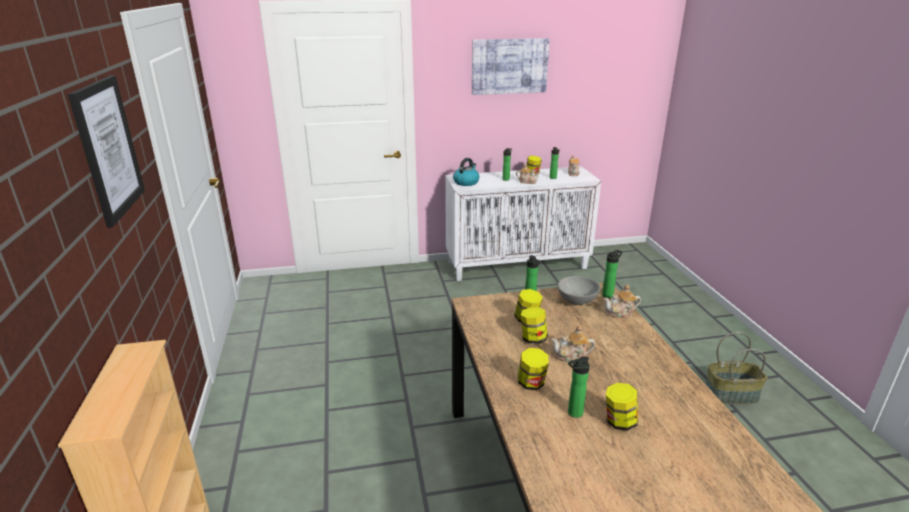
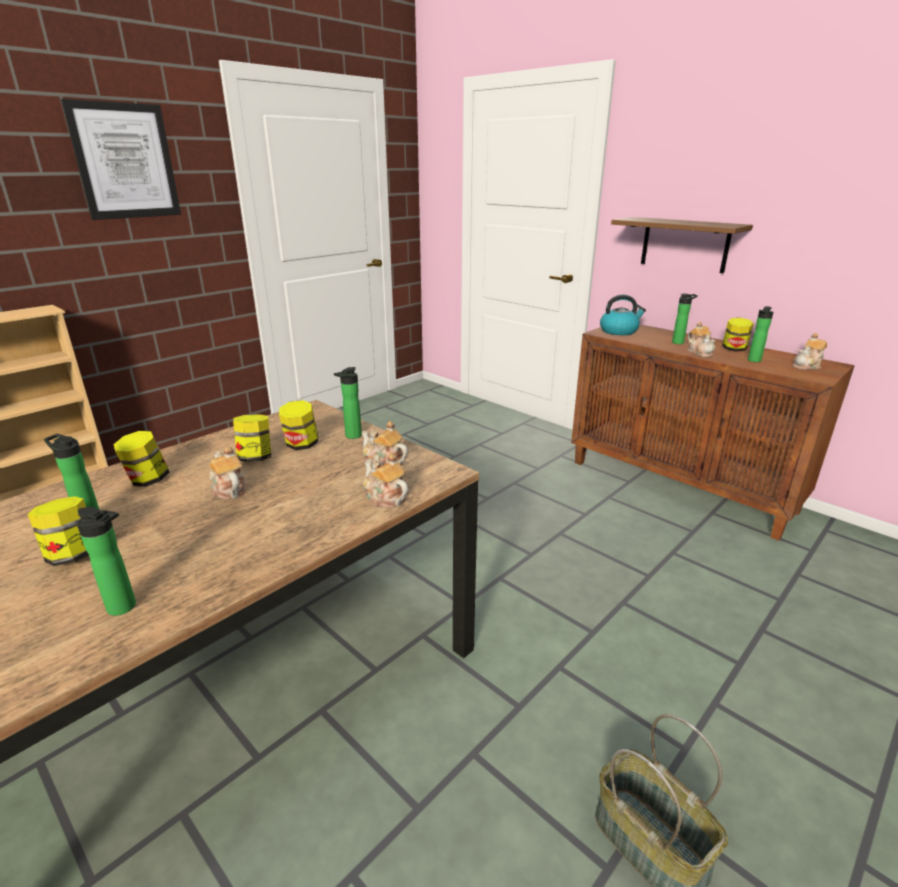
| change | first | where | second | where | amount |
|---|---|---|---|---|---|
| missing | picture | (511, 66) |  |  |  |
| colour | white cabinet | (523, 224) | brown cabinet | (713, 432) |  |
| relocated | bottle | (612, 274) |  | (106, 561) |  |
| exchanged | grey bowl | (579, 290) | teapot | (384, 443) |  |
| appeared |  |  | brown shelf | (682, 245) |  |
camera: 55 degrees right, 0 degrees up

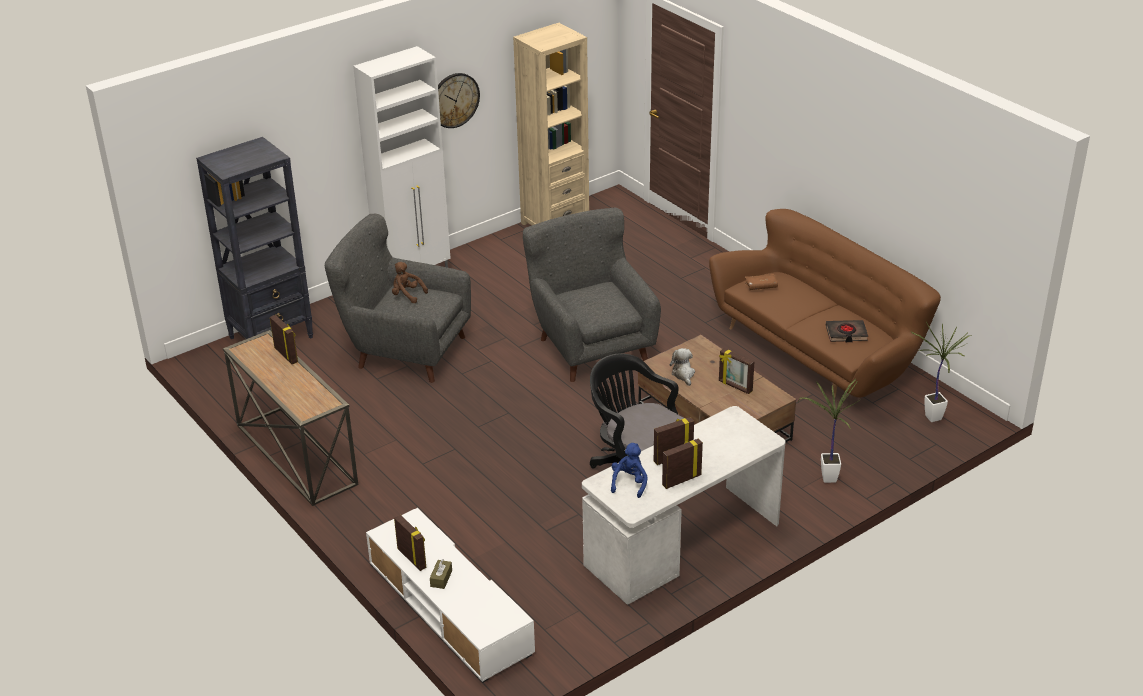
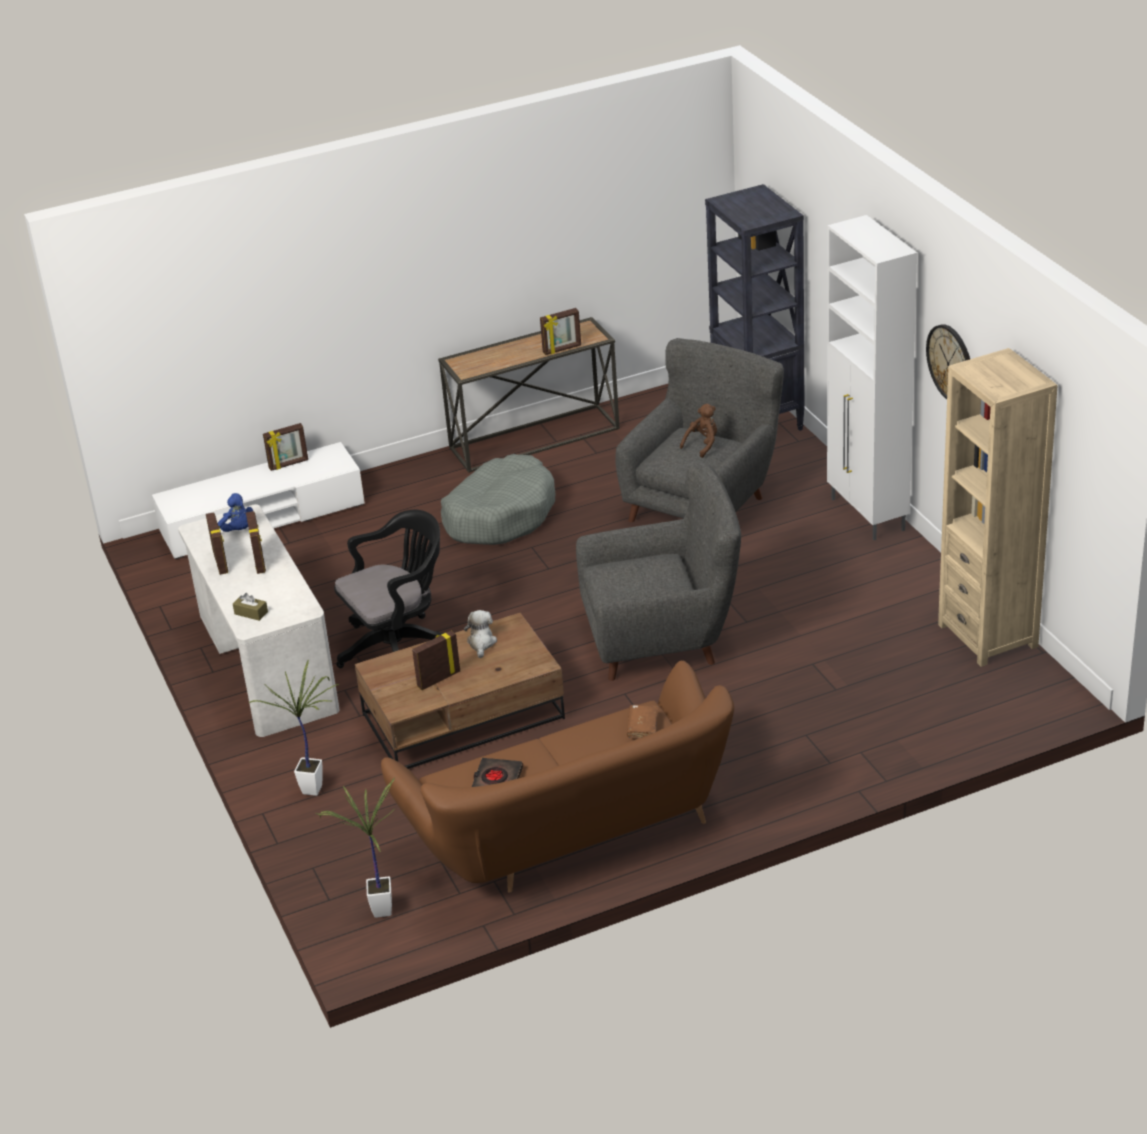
| change | first | where | second | where | amount |
|---|---|---|---|---|---|
| spun | plush toy | (682, 367) |  | (480, 634) | 90 degrees counterclockwise |
| relocated | brown tissue box | (441, 574) |  | (250, 607) |  |
| appeared |  |  | grey dog bed | (498, 499) |  |
camera: 105 degrees right, 0 degrees up

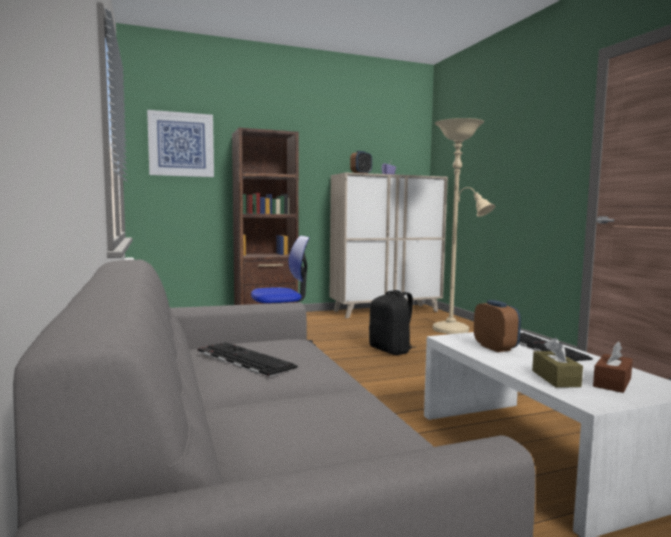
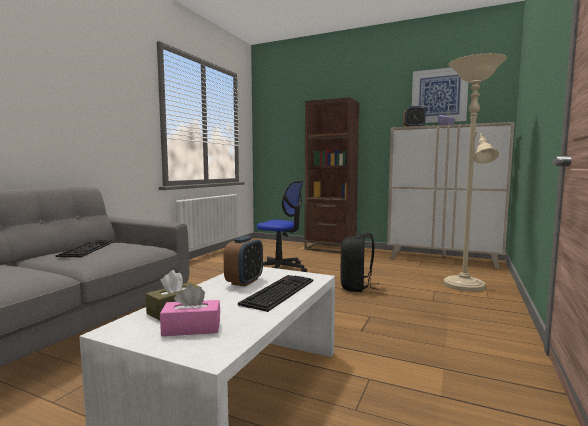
| change | first | where | second | where | amount |
|---|---|---|---|---|---|
| relocated | picture | (180, 143) |  | (440, 95) |  |
| colour | brown tissue box | (613, 367) | pink tissue box | (190, 310) |  |
camera: 45 degrees right, 0 degrees up

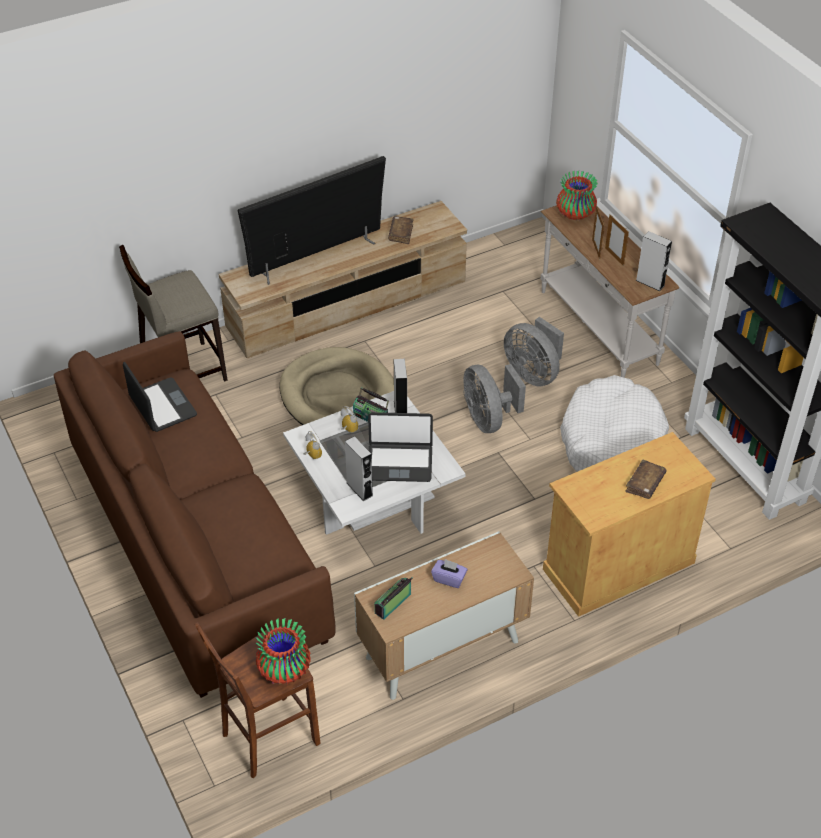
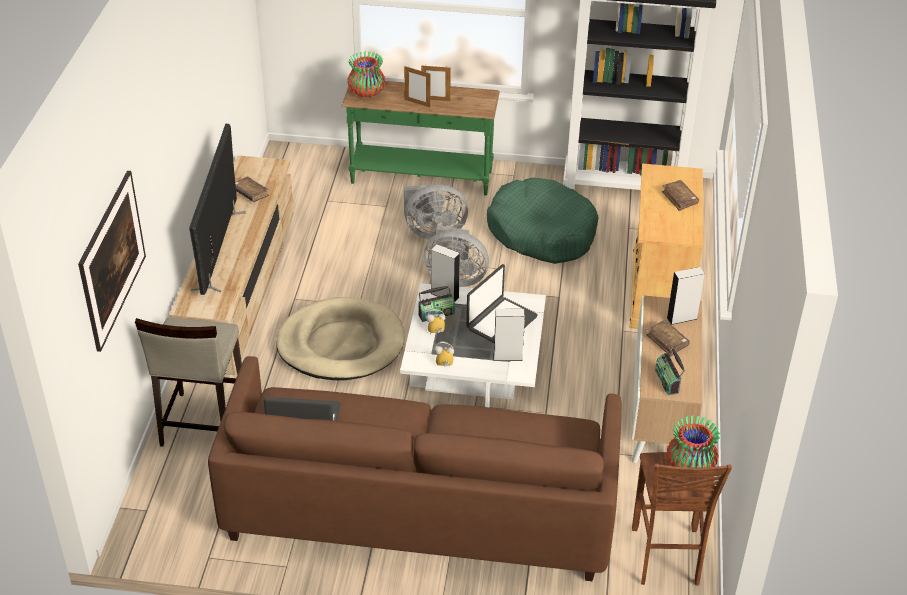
| change | first | where | second | where | amount |
|---|---|---|---|---|---|
| colour | white console table | (609, 291) | green console table | (420, 138) |  |
| relocated | grey speaker | (654, 261) |  | (685, 296) |  |
| colour | white dog bed | (614, 423) | green dog bed | (543, 221) |  |
| exchanged | purple tissue box | (449, 573) | brown book | (668, 338) |  |
| appeared |  |  | picture | (112, 261) |  |
camera: 55 degrees left, 5 degrees down

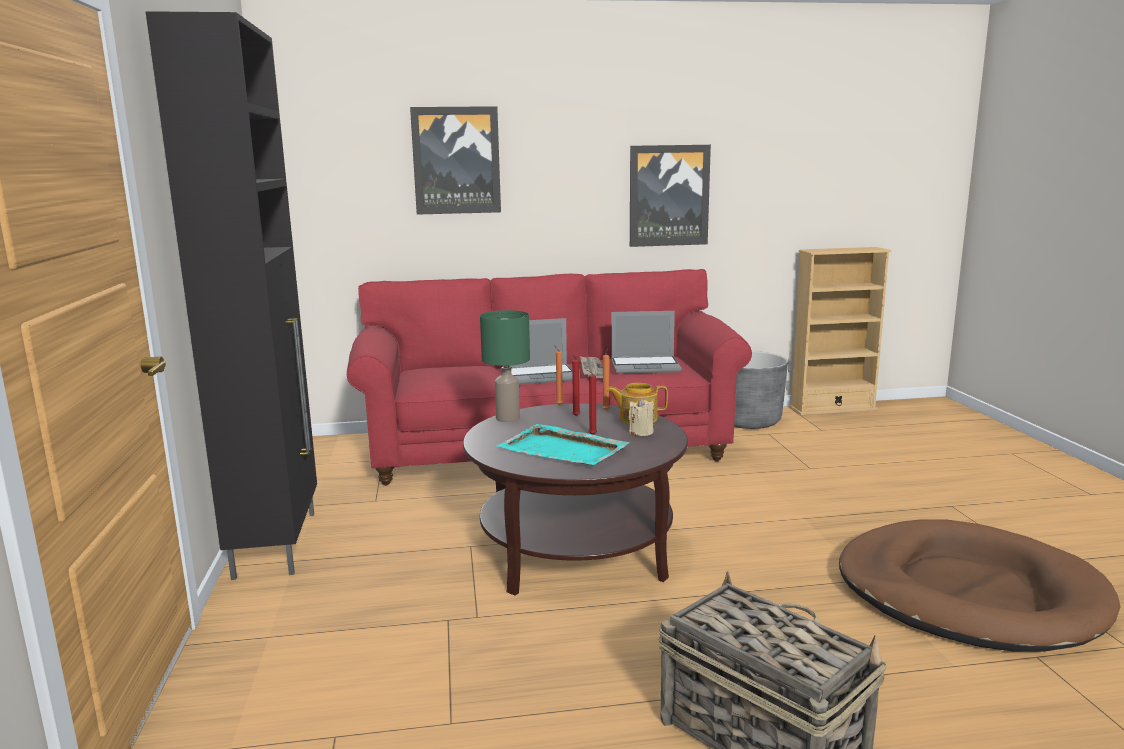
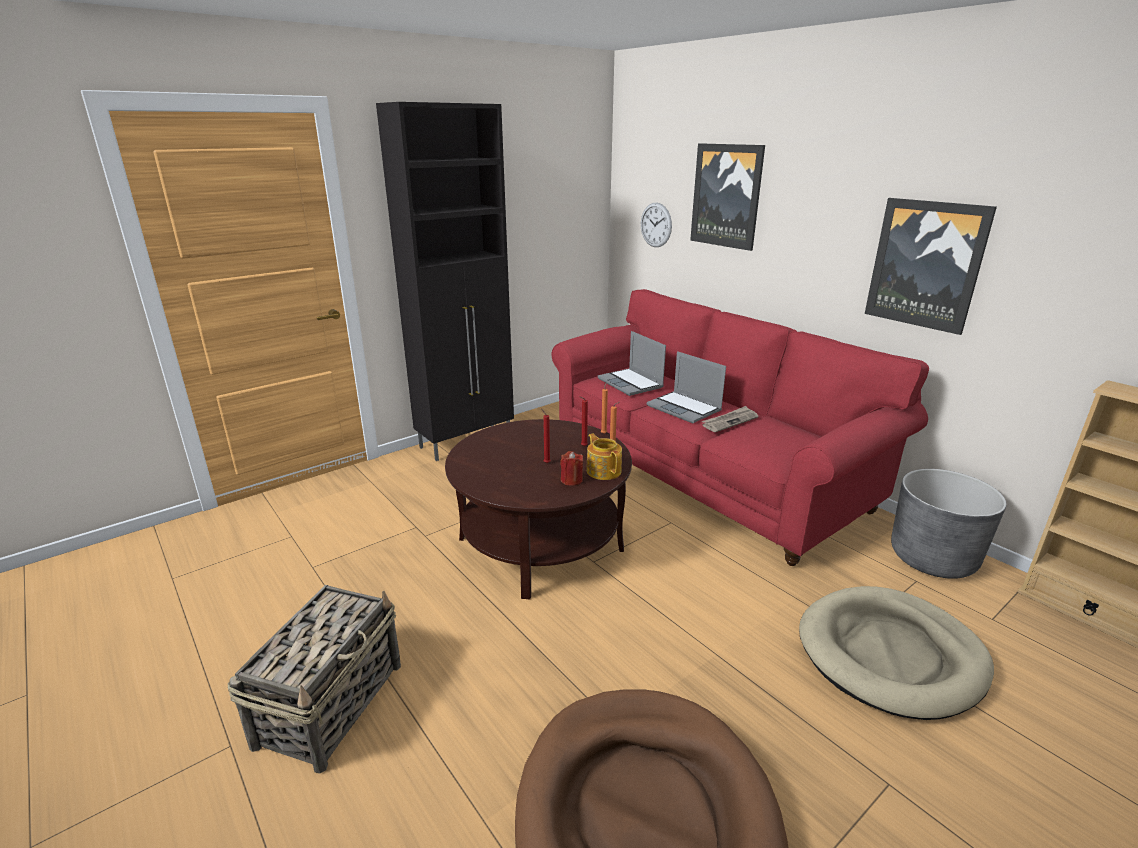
| change | first | where | second | where | amount |
|---|---|---|---|---|---|
| missing | green table lamp | (505, 366) |  |  |  |
| relocated | laptop | (646, 342) |  | (632, 363) |  |
| colour | beige candle | (641, 416) | red candle | (571, 468) |  |
| missing | turquoise tray | (563, 444) |  |  |  |
| appeared |  |  | wall clock | (656, 225) |  |
| appeared |  |  | beige dog bed | (896, 653) |  |
camera: 60 degrees right, 10 degrees up

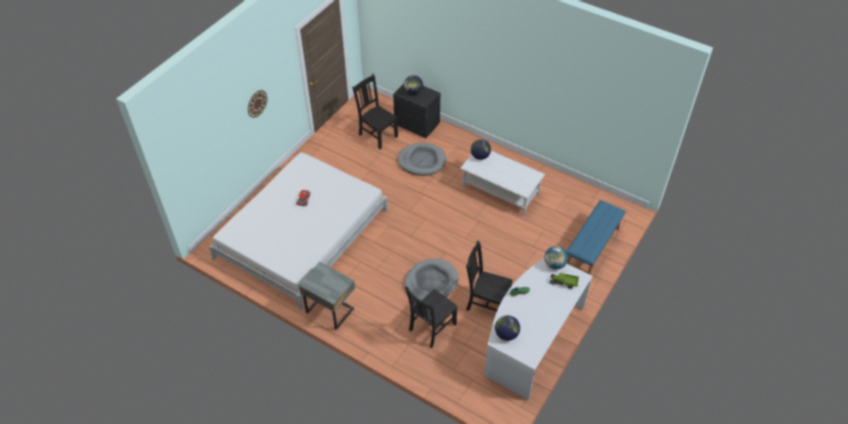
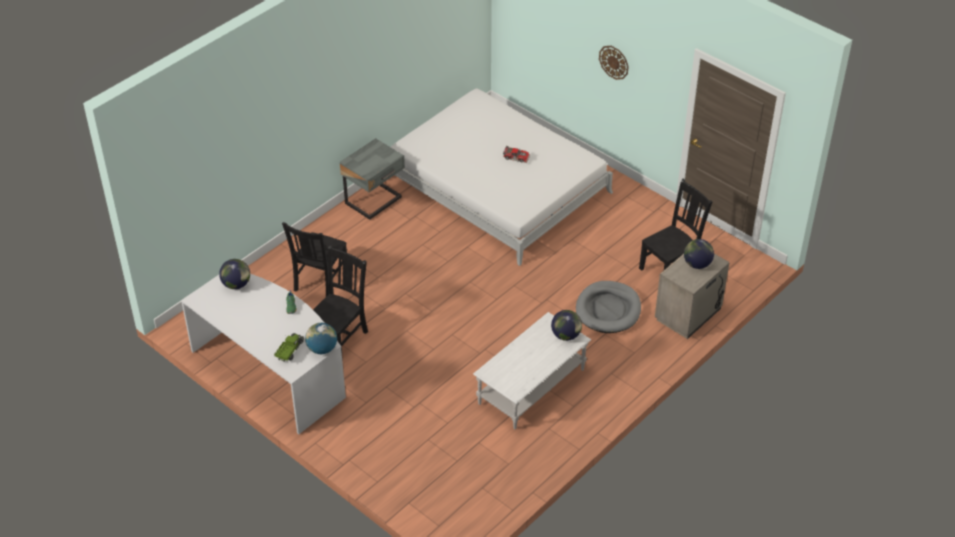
| change | first | where | second | where | amount |
|---|---|---|---|---|---|
| colour | black nightstand | (416, 111) | beige nightstand | (692, 296) |  |
| missing | blue bench | (596, 237) |  |  |  |
| missing | grey dog bed | (431, 279) |  |  |  |
| spun | black chair | (431, 317) |  | (314, 259) | 120 degrees counterclockwise |
camera: 100 degrees right, 5 degrees down

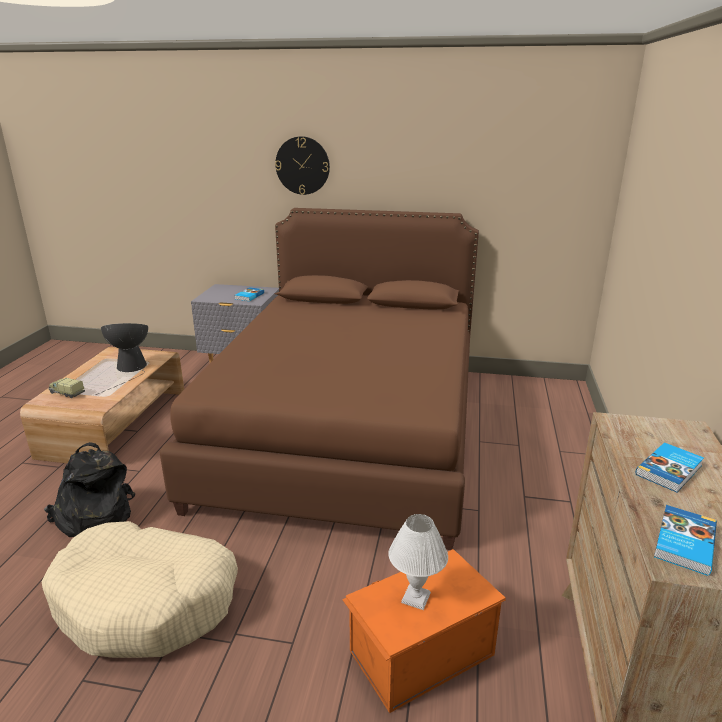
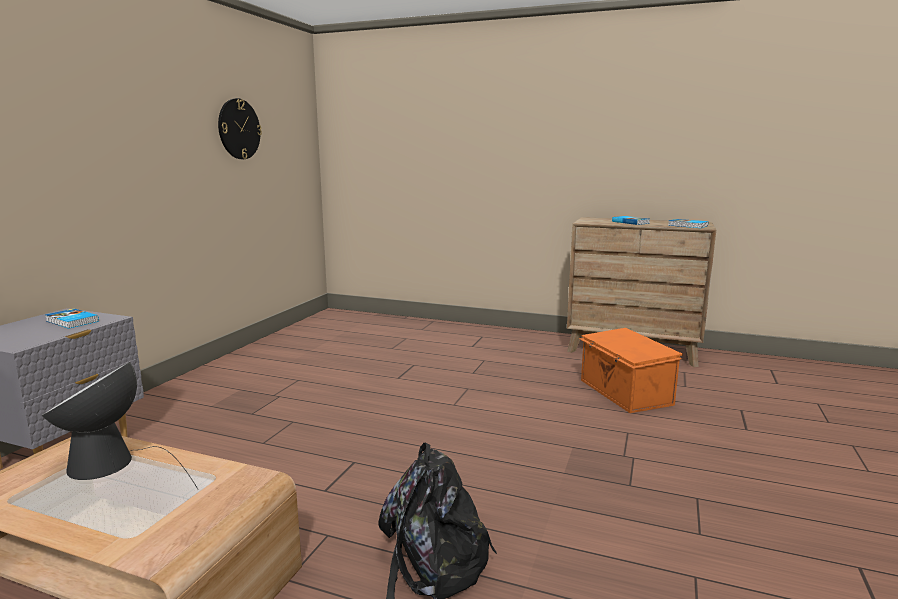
| change | first | where | second | where | amount |
|---|---|---|---|---|---|
| relocated | wall clock | (302, 165) |  | (240, 128) |  |
| missing | brown bed | (319, 379) |  |  |  |
| missing | toy truck | (67, 388) |  |  |  |
| missing | white table lamp | (418, 562) |  |  |  |
| missing | beige dog bed | (140, 589) |  |  |  |
camera: 80 degrees left, 10 degrees down

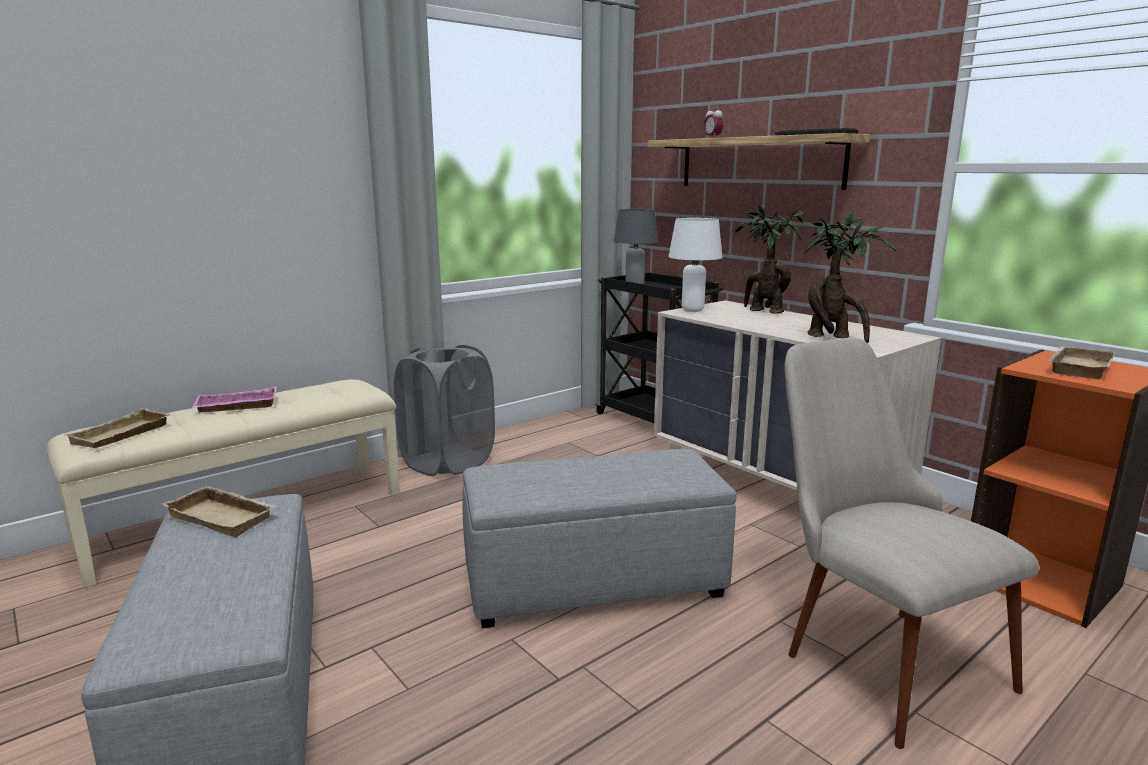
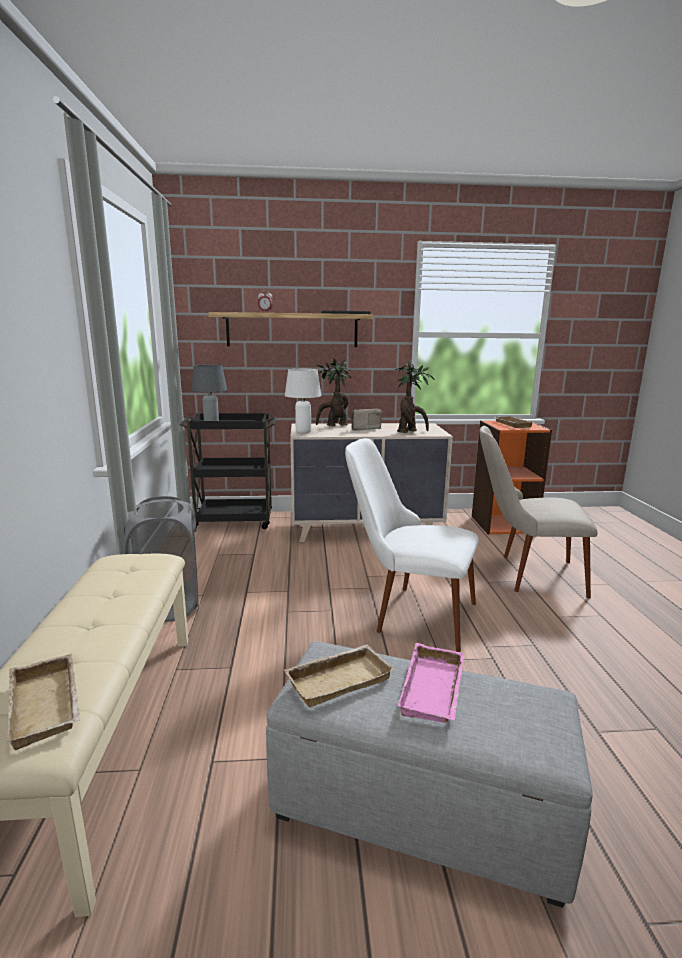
| change | first | where | second | where | amount |
|---|---|---|---|---|---|
| relocated | pink tray | (234, 400) |  | (430, 683) |  |
| exchanged | grey ottoman | (599, 538) | white chair | (412, 545) |  |
| appeared |  |  | radio | (366, 420) |  |
camera: 55 degrees left, 0 degrees up

